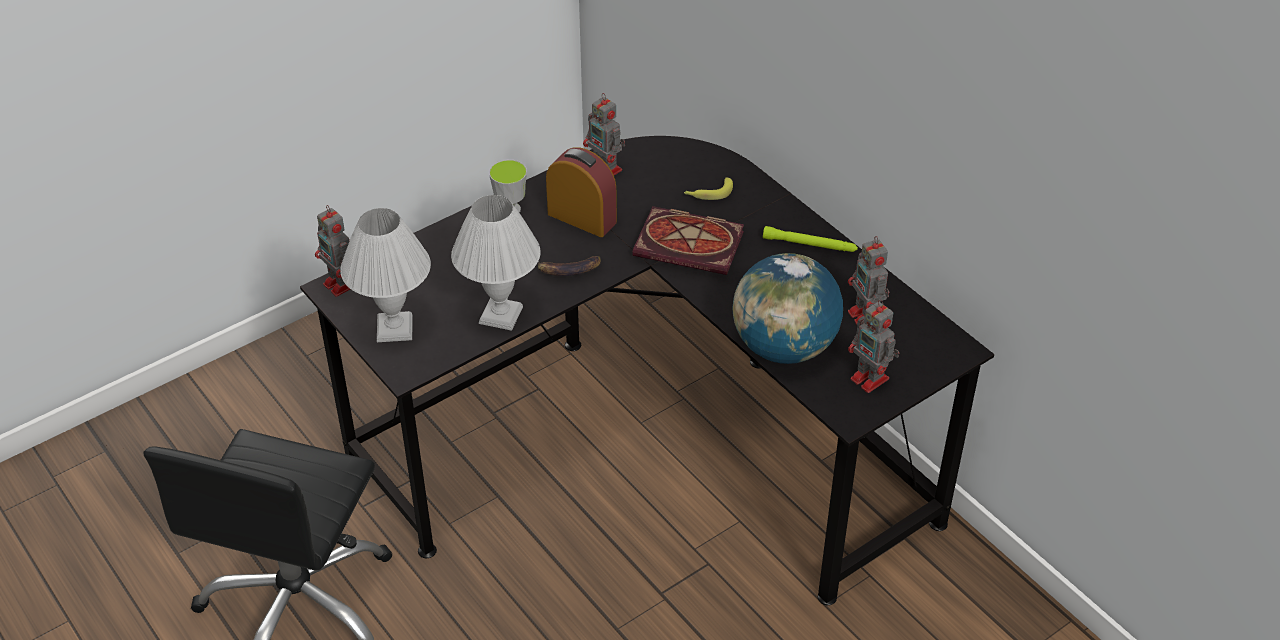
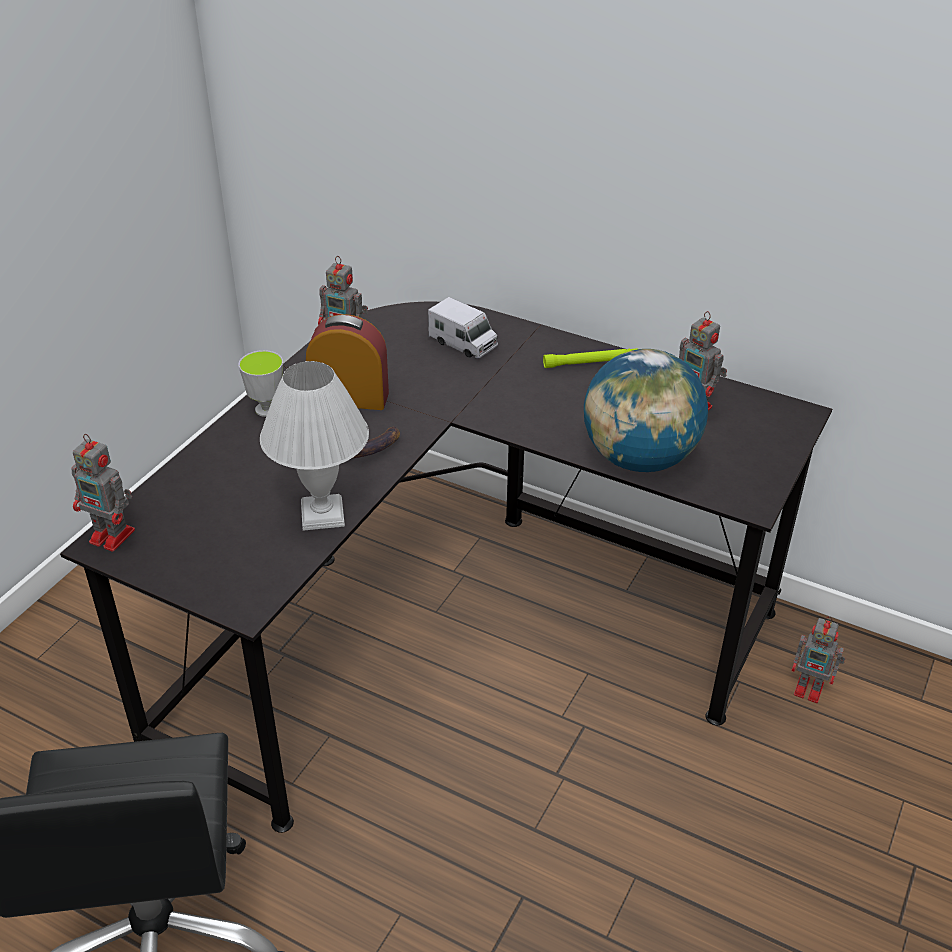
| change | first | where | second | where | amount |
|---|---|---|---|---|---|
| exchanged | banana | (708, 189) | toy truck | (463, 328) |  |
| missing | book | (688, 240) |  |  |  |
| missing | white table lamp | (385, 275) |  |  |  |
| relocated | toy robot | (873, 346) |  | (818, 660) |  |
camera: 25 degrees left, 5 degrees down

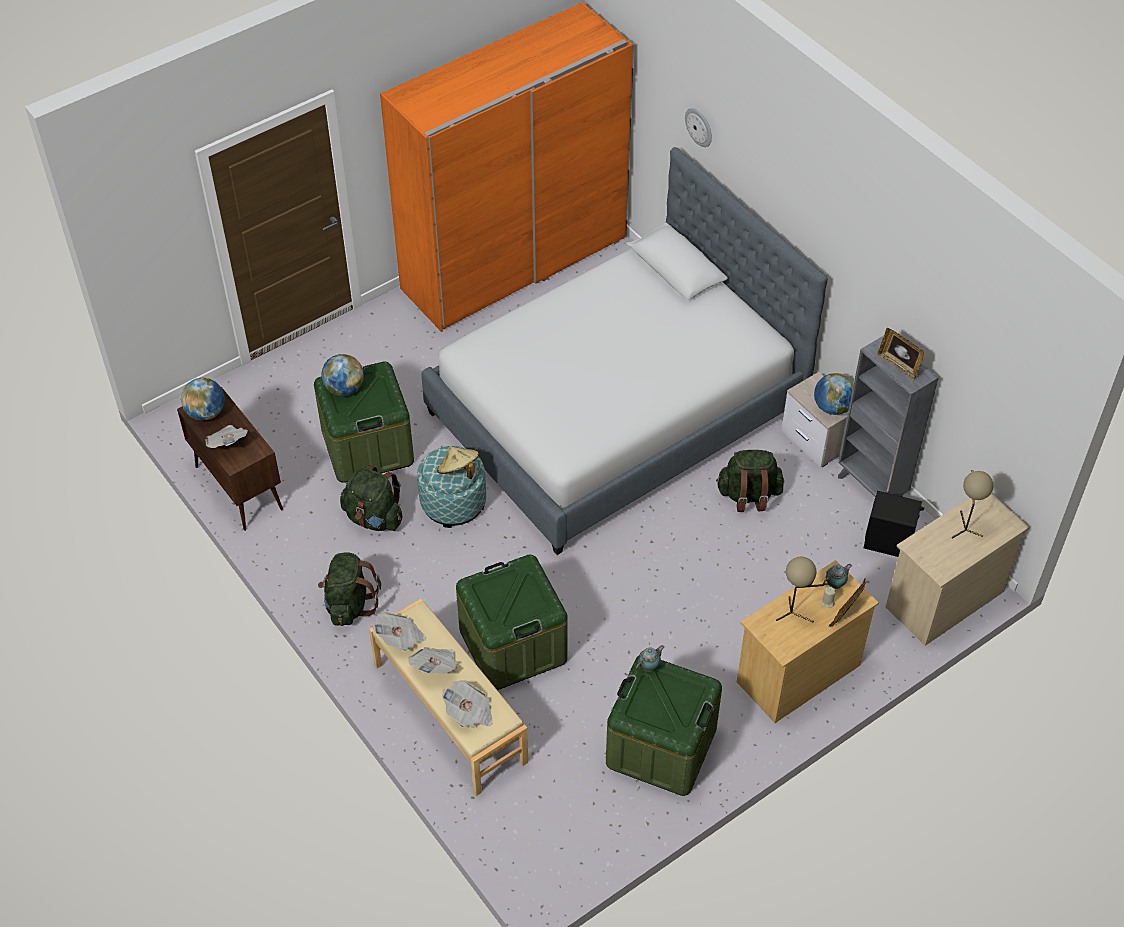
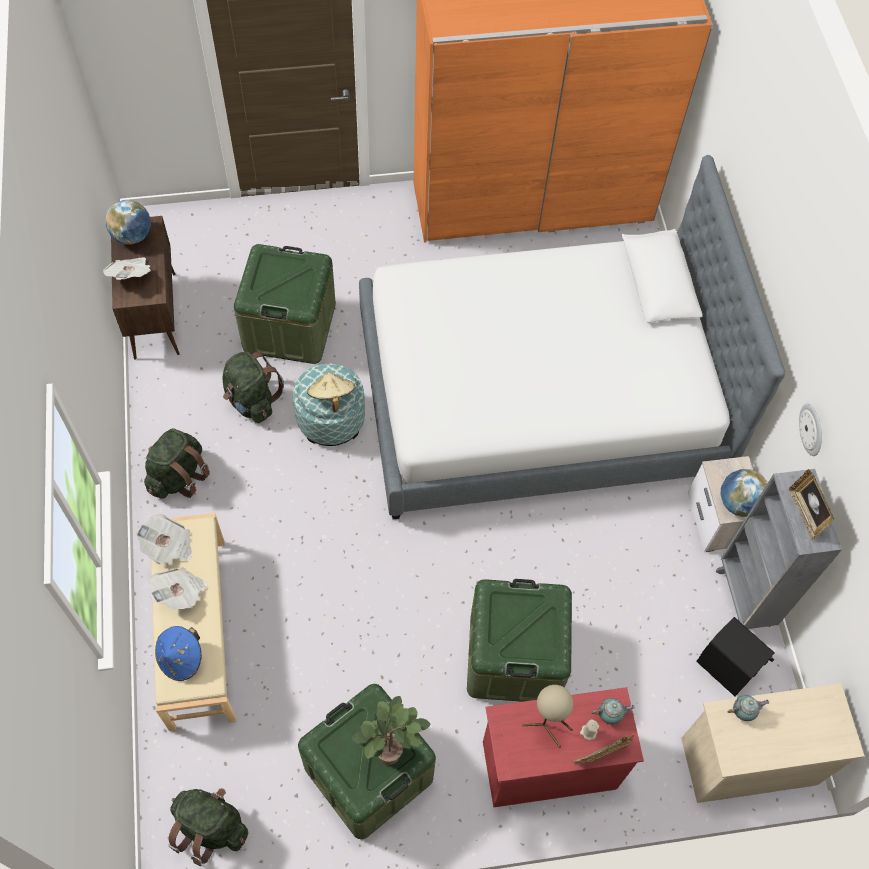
| change | first | where | second | where | amount |
|---|---|---|---|---|---|
| relocated | wall clock | (698, 127) |  | (810, 430) |  |
| missing | globe | (342, 375) |  |  |  |
| relocated | green backpack | (750, 481) |  | (208, 827) |  |
| missing | beige table lamp | (972, 504) |  |  |  |
| relocated | green storage box | (512, 622) |  | (519, 640) |  |
| colour | beige dresser | (808, 641) | red dresser | (563, 747) |  |
| relocated | teapot | (650, 658) |  | (748, 708) |  |
| exchanged | newspaper | (467, 704) | blue hat | (178, 653) |  |
| appeared |  |  | potted plant | (391, 730) |  |
camera: 25 degrees right, 10 degrees up

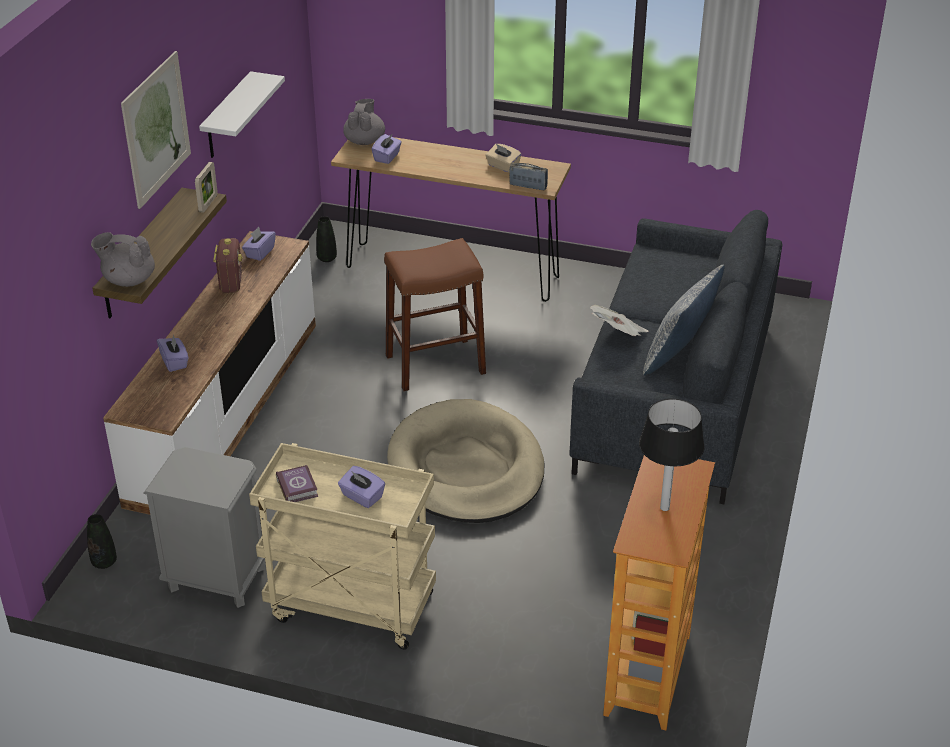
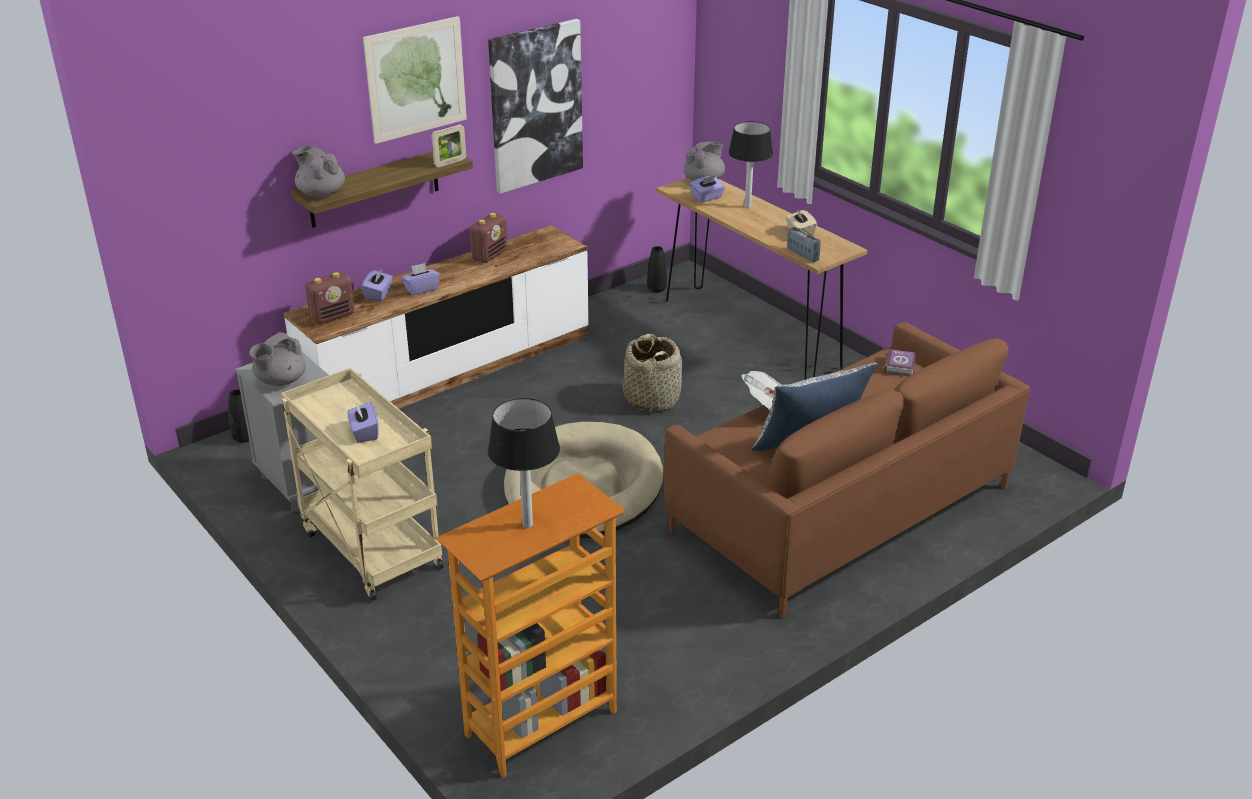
| change | first | where | second | where | amount |
|---|---|---|---|---|---|
| exchanged | white shelf | (242, 114) | picture | (535, 106) |  |
| colour | grey sofa | (675, 357) | brown sofa | (847, 470) |  |
| relocated | purple tissue box | (259, 244) |  | (420, 279) |  |
| exchanged | brown stool | (435, 314) | basket | (652, 373) |  |
| relocated | book | (297, 483) |  | (900, 362) |  |
| appeared |  |  | table lamp | (750, 164) |  |
| appeared |  |  | radio | (330, 298) |  |
| appeared |  |  | grey teapot | (277, 359) |  |
camera: 35 degrees right, 5 degrees down

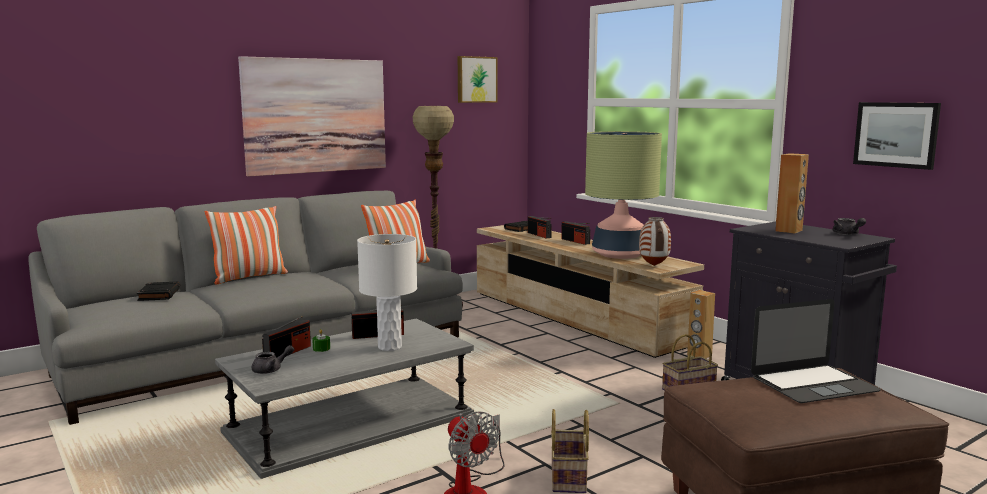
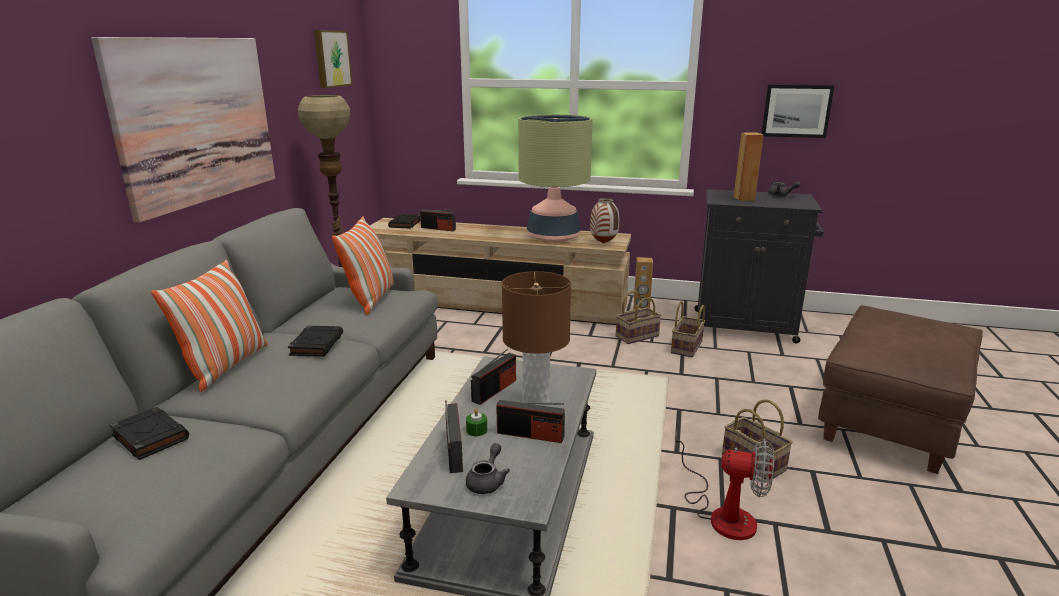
| change | first | where | second | where | amount |
|---|---|---|---|---|---|
| relocated | radio | (575, 233) |  | (530, 421) |  |
| colour | white table lamp | (387, 292) | brown table lamp | (536, 338) |  |
| missing | laptop | (816, 351) |  |  |  |
| appeared |  |  | basket | (638, 317) |  |
| appeared |  |  | black book | (315, 341) |  |
camera: 40 degrees left, 10 degrees up

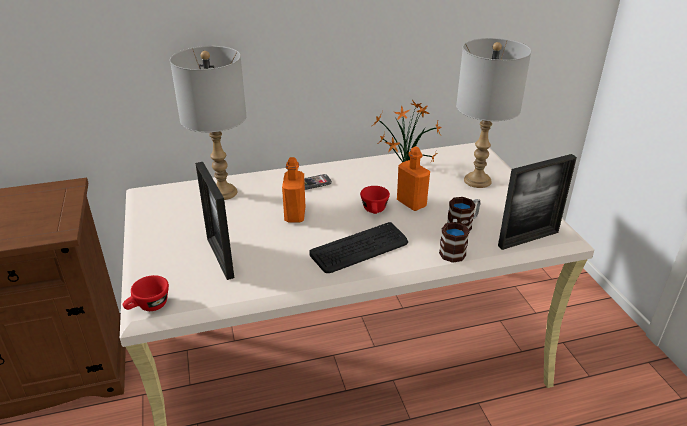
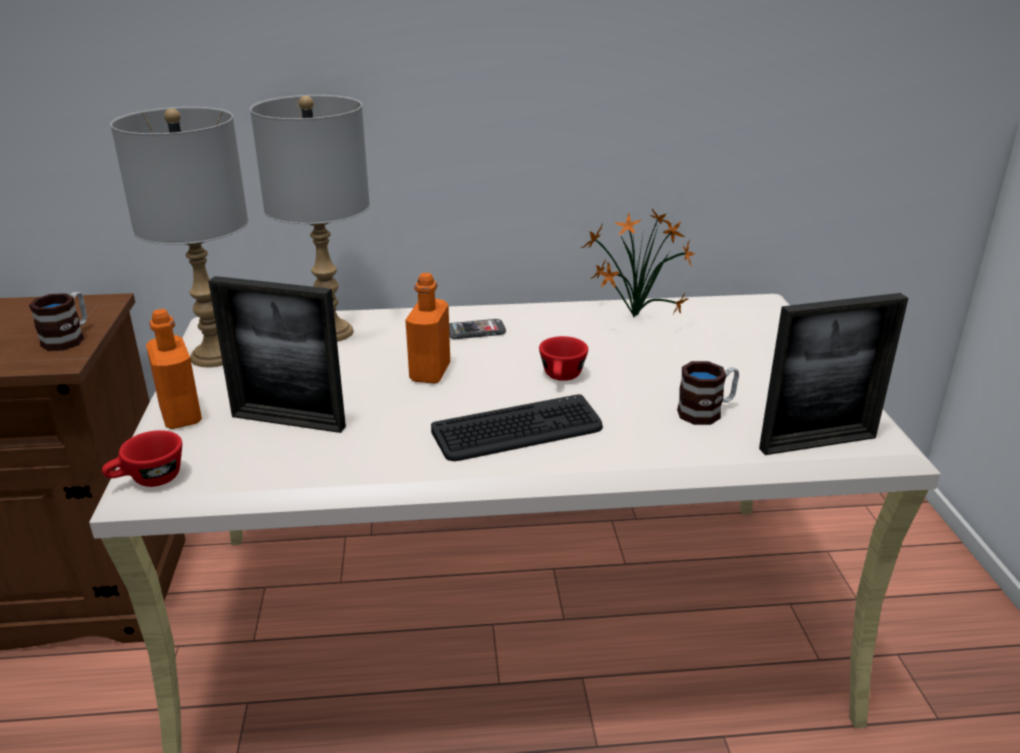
| change | first | where | second | where | amount |
|---|---|---|---|---|---|
| relocated | grey table lamp | (493, 113) |  | (179, 237) |  |
| relocated | orange bottle | (413, 179) |  | (174, 369) |  |
| spun | picture frame | (214, 221) |  | (277, 354) | 60 degrees counterclockwise |
| relocated | mug | (454, 241) |  | (58, 321) |  |
camera: 10 degrees right, 5 degrees down

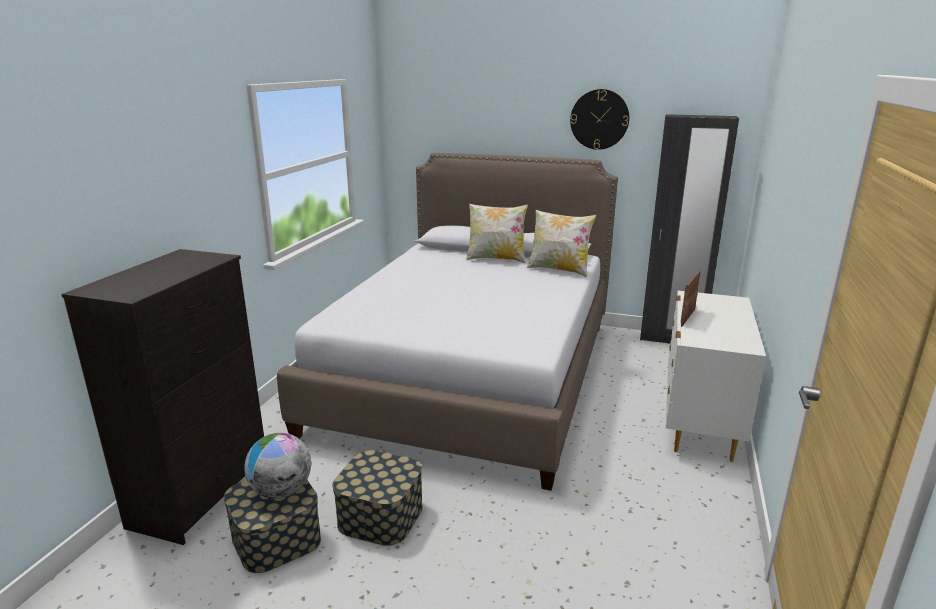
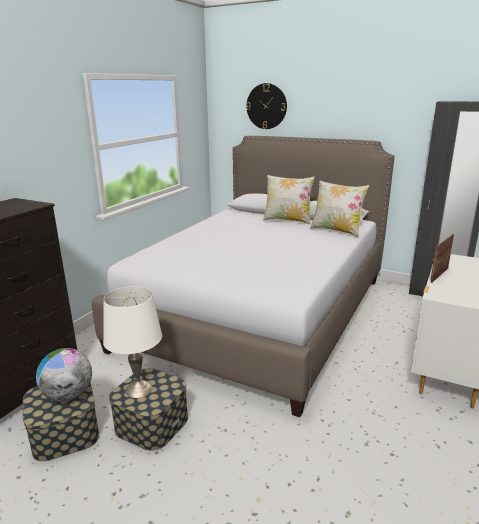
| change | first | where | second | where | amount |
|---|---|---|---|---|---|
| relocated | wall clock | (599, 119) |  | (266, 106) |  |
| appeared |  |  | white table lamp | (132, 342) |  |
camera: 10 degrees right, 0 degrees up

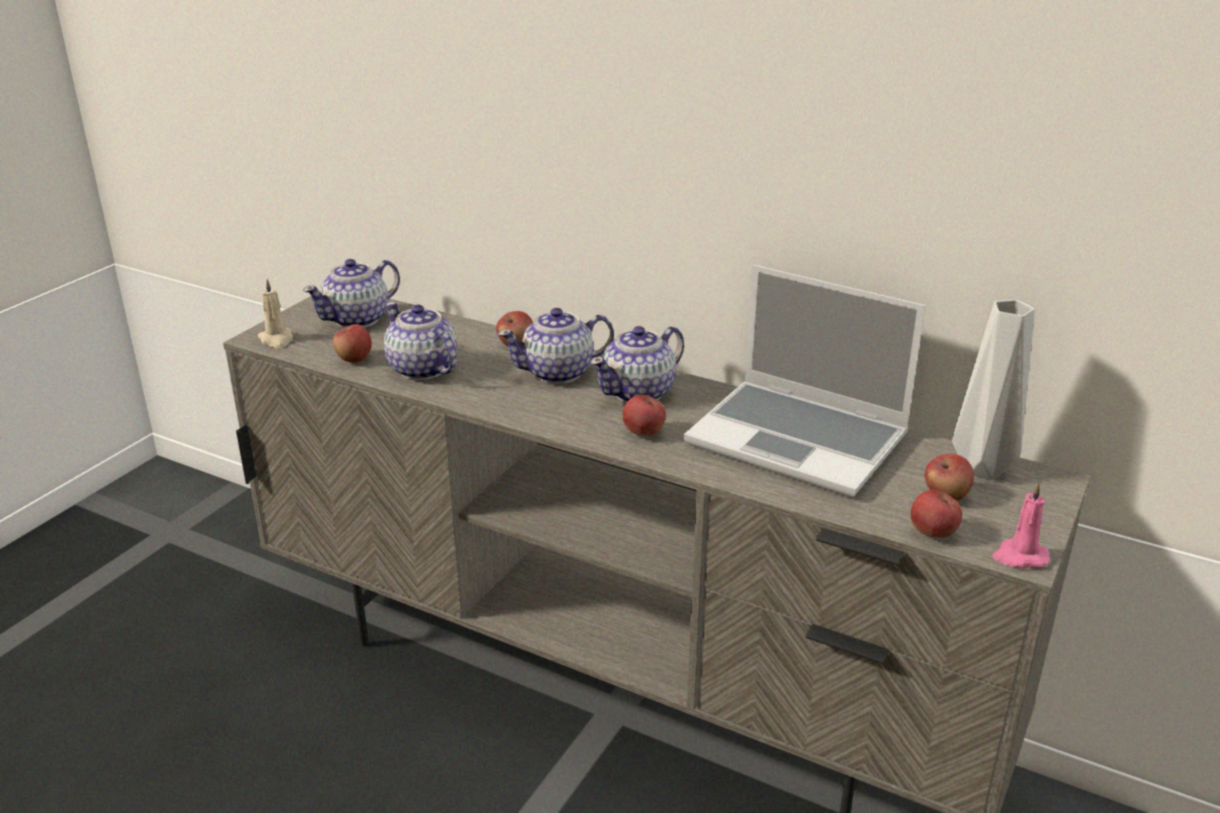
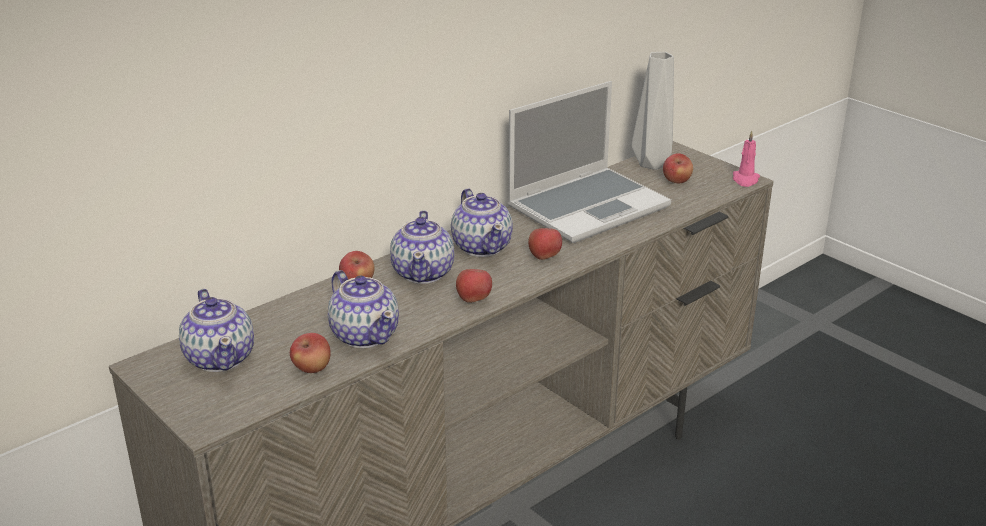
| change | first | where | second | where | amount |
|---|---|---|---|---|---|
| missing | beige candle | (275, 313) |  |  |  |
| spun | teapot | (420, 341) |  | (363, 309) | 105 degrees counterclockwise |
| relocated | apple | (936, 514) |  | (474, 286) |  |
camera: 70 degrees left, 0 degrees up

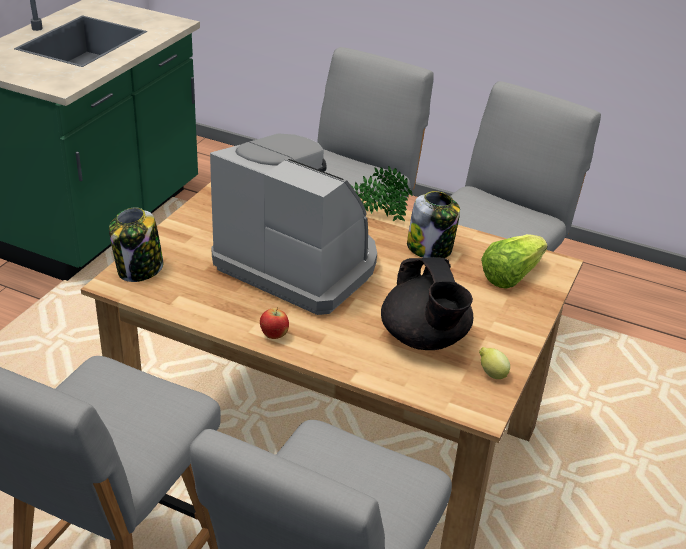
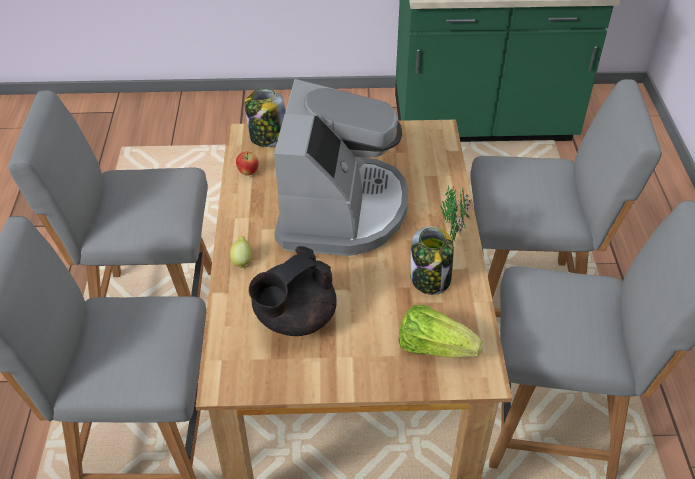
| change | first | where | second | where | amount |
|---|---|---|---|---|---|
| relocated | apple | (274, 323) |  | (247, 164) |  |
| relocated | lemon | (494, 363) |  | (241, 252) |  |
camera: 65 degrees right, 10 degrees up

